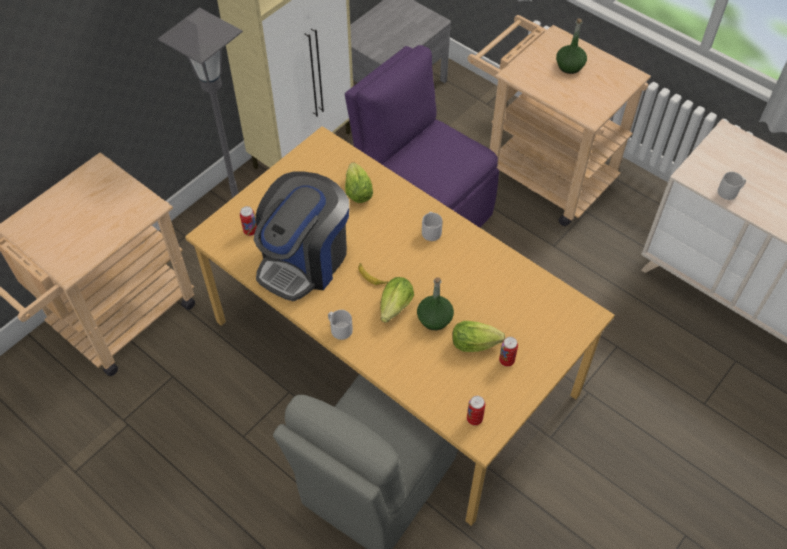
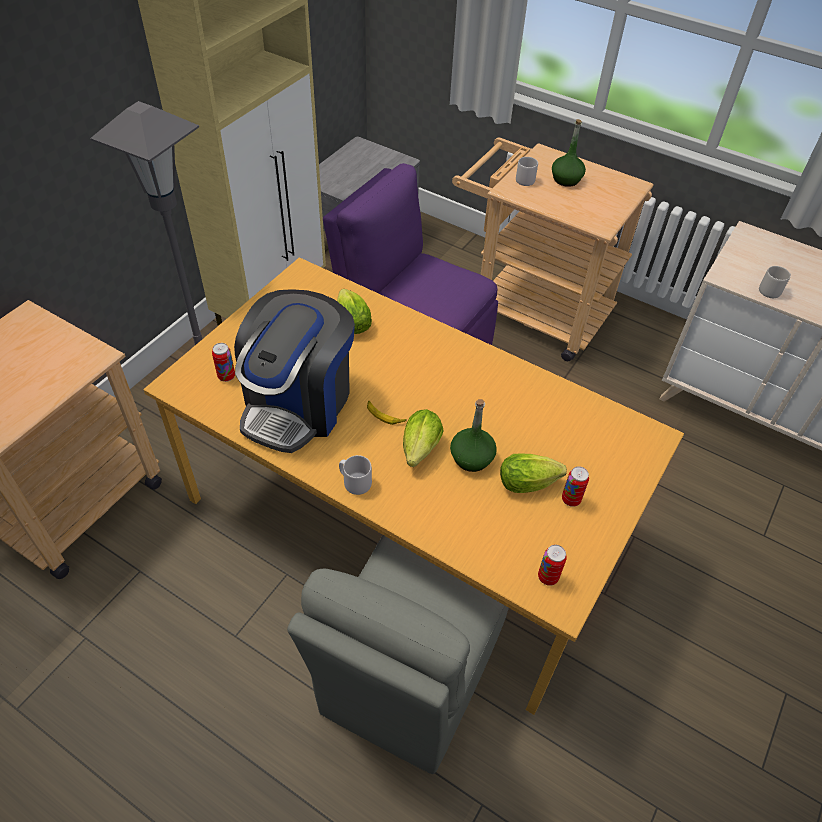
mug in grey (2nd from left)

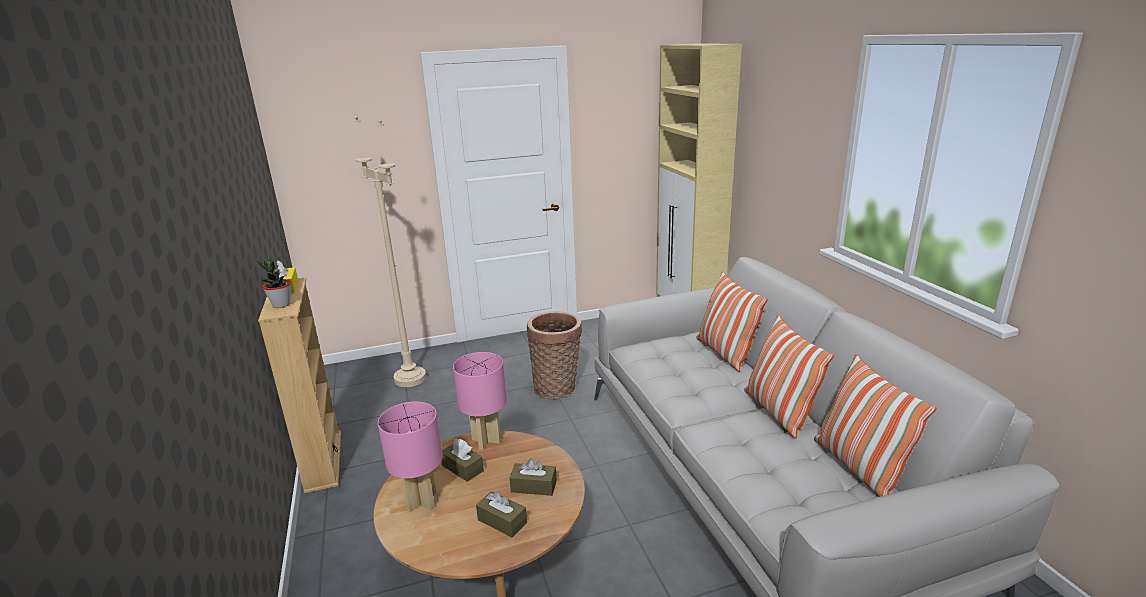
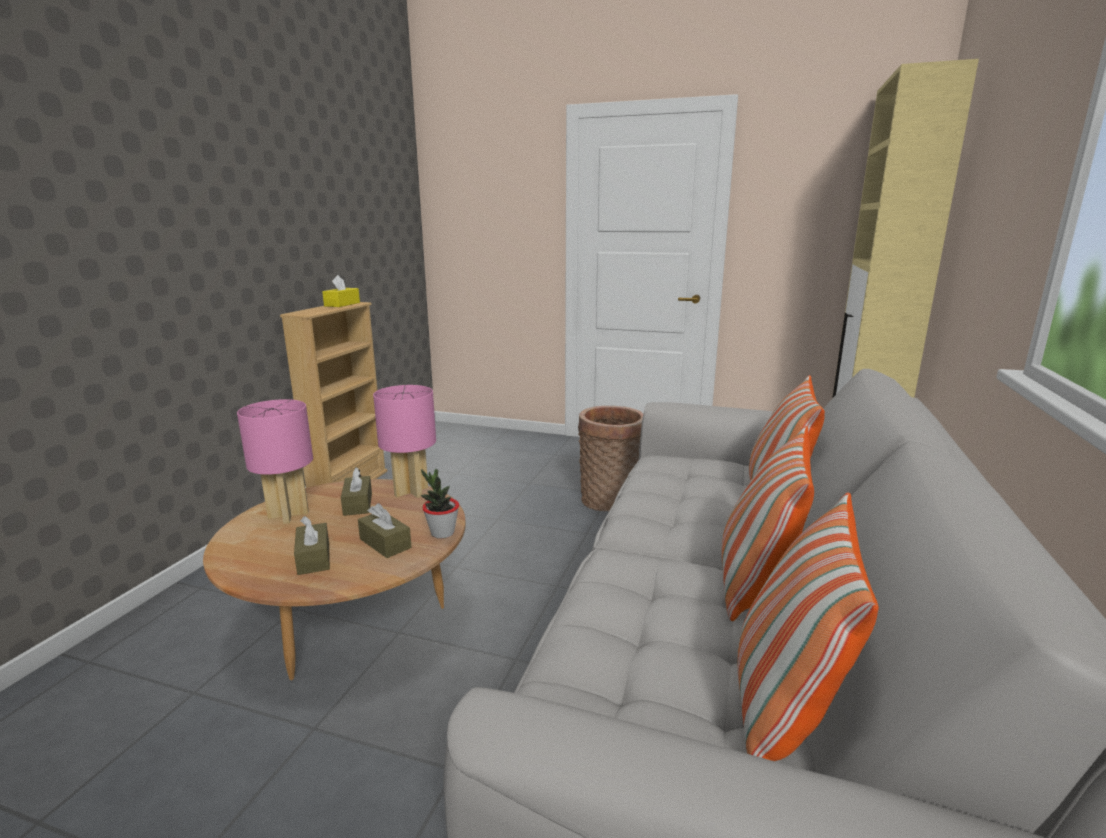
potted plant; floor lamp in beige

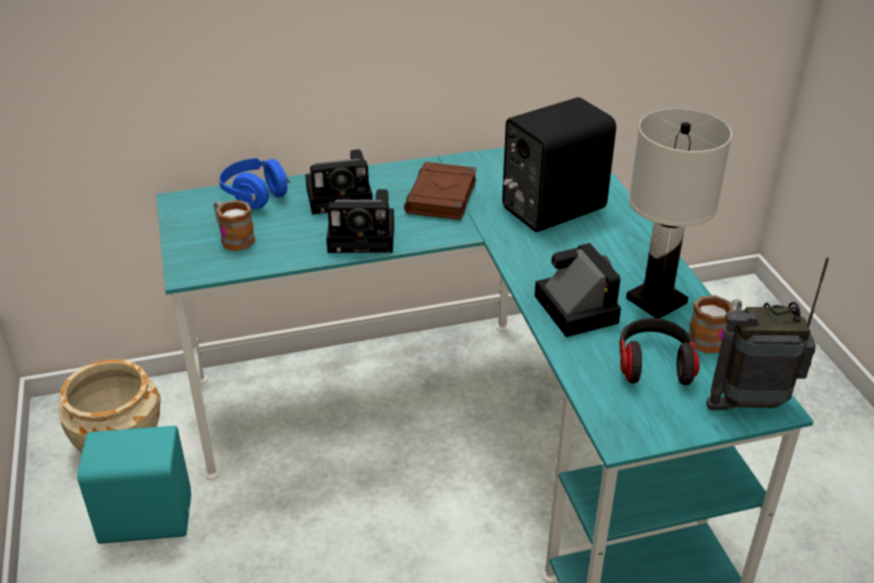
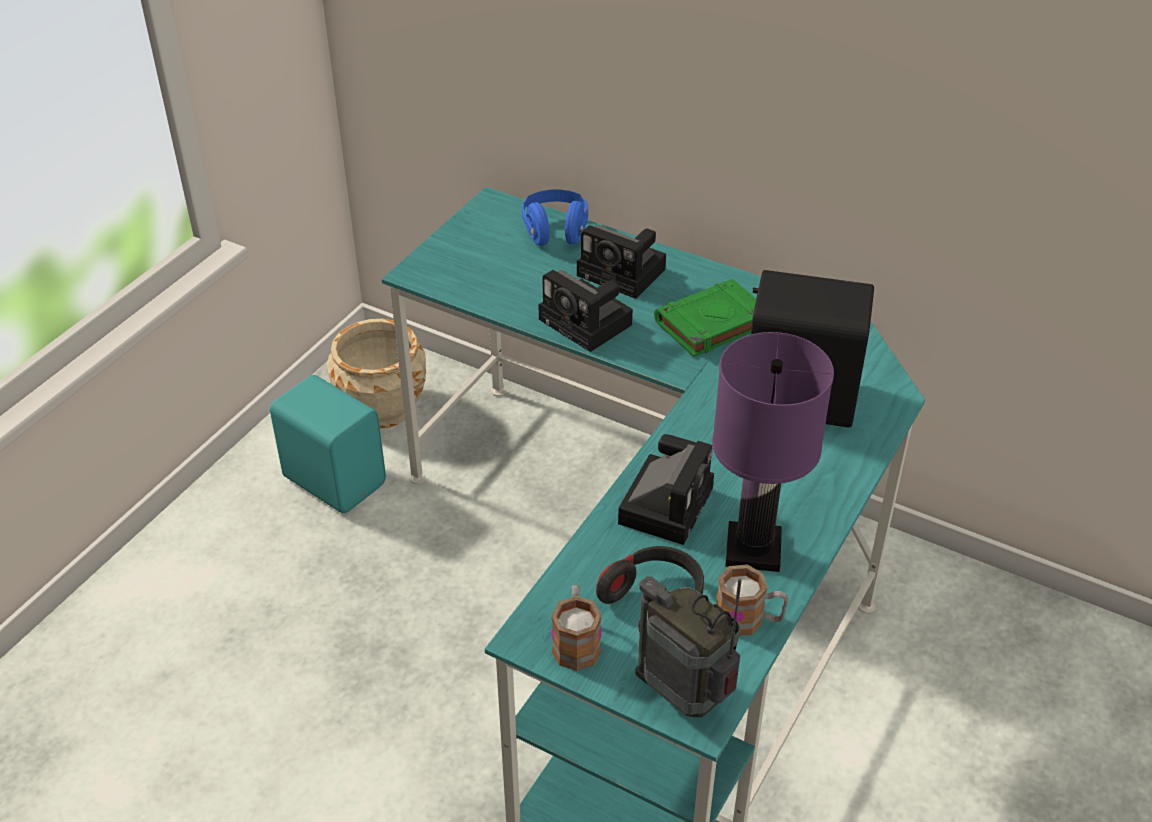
mug (1st from left); book in green; table lamp in purple

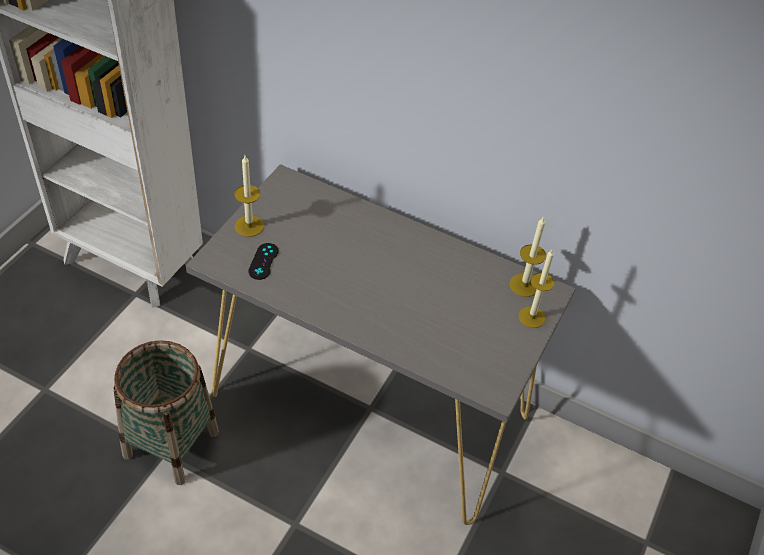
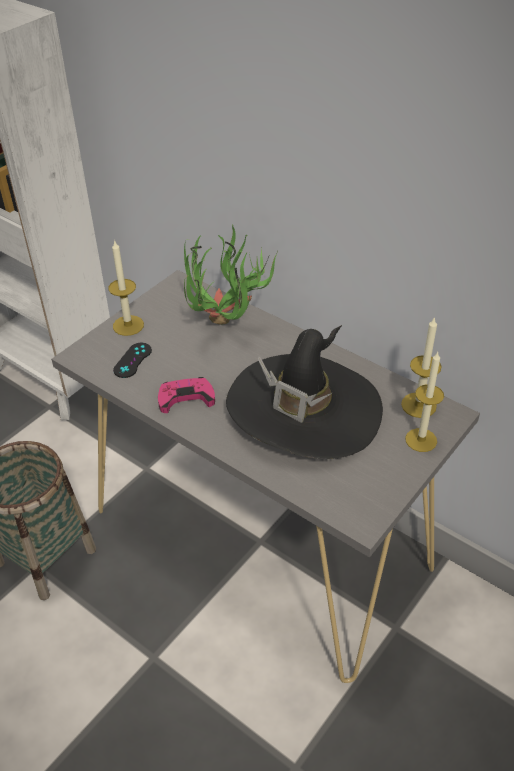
game controller in pink; potted plant; hat in black

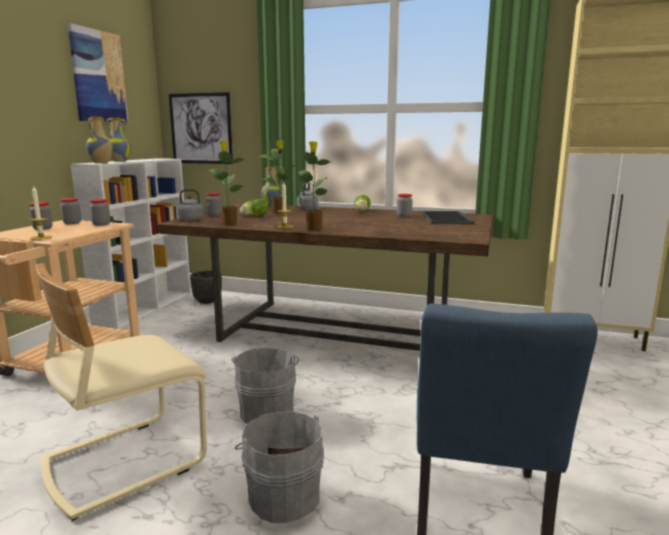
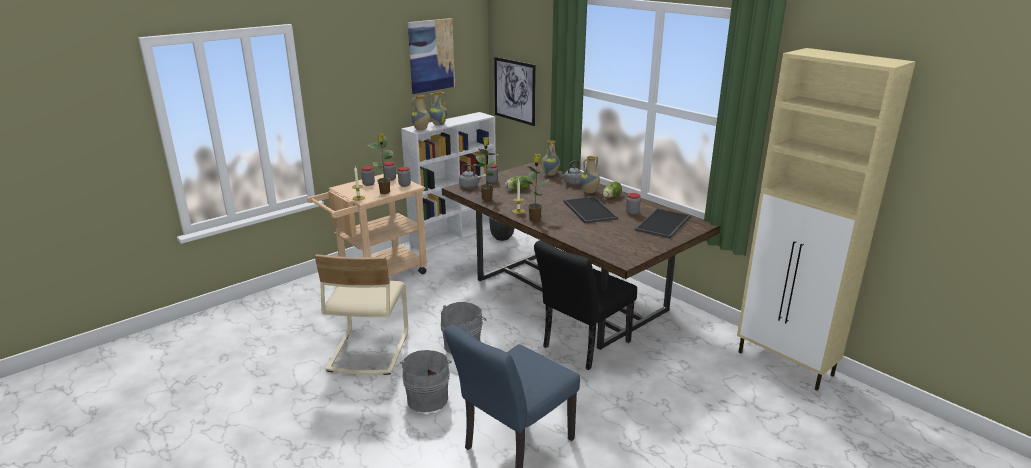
chair in beige; potted plant (1st from left); chair in black; tray (1st from left); vase (4th from left)

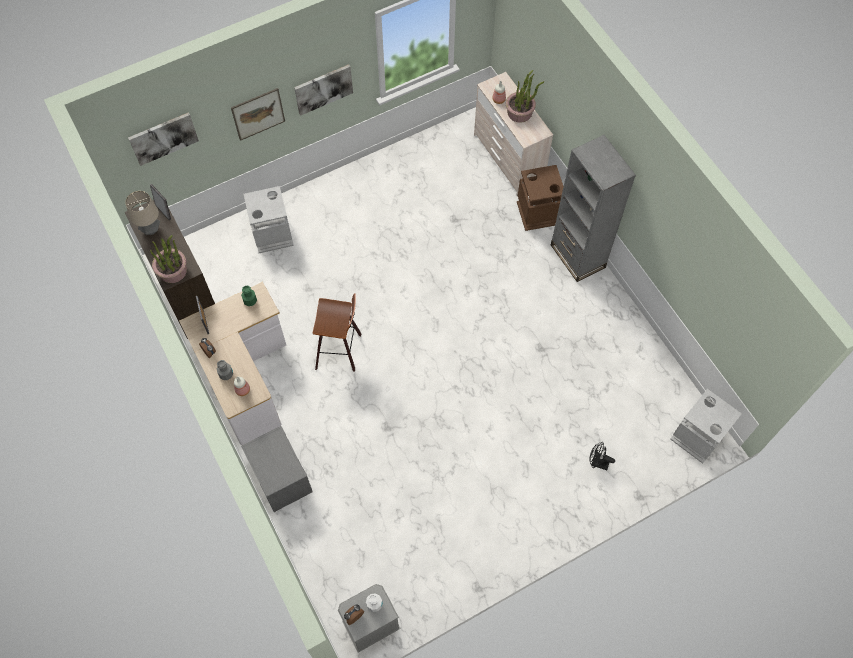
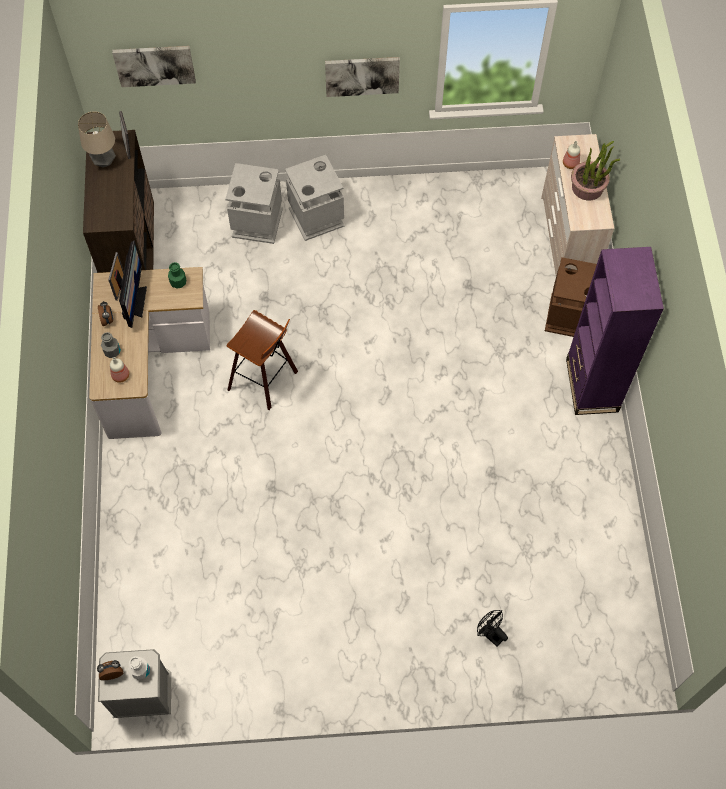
monitor; trash can in grey (2nd from left); bookcase in purple; potted plant (1st from left in the first image); picture (2nd from left in the first image); nightstand in grey (1st from left in the first image)

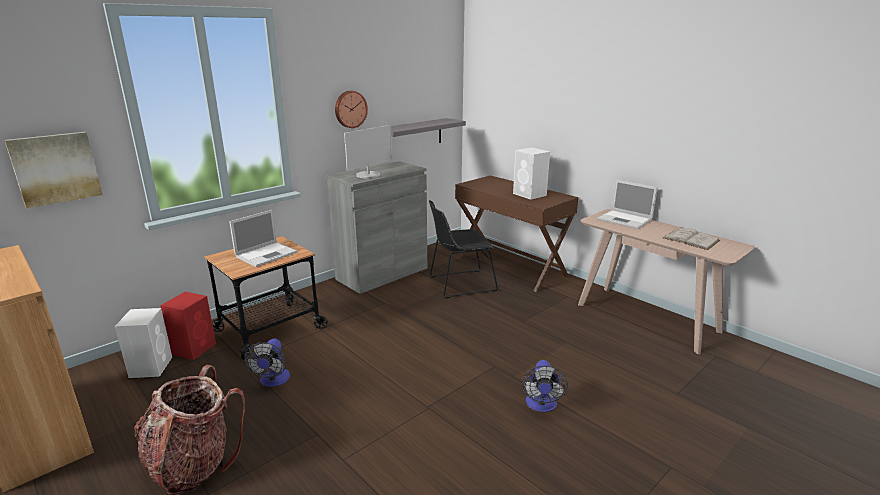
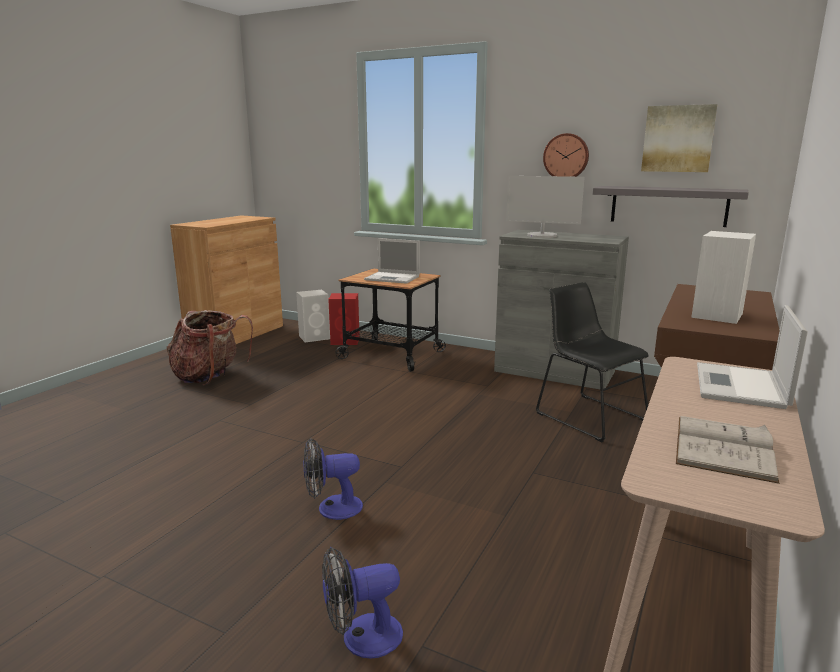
fan (2nd from left); picture

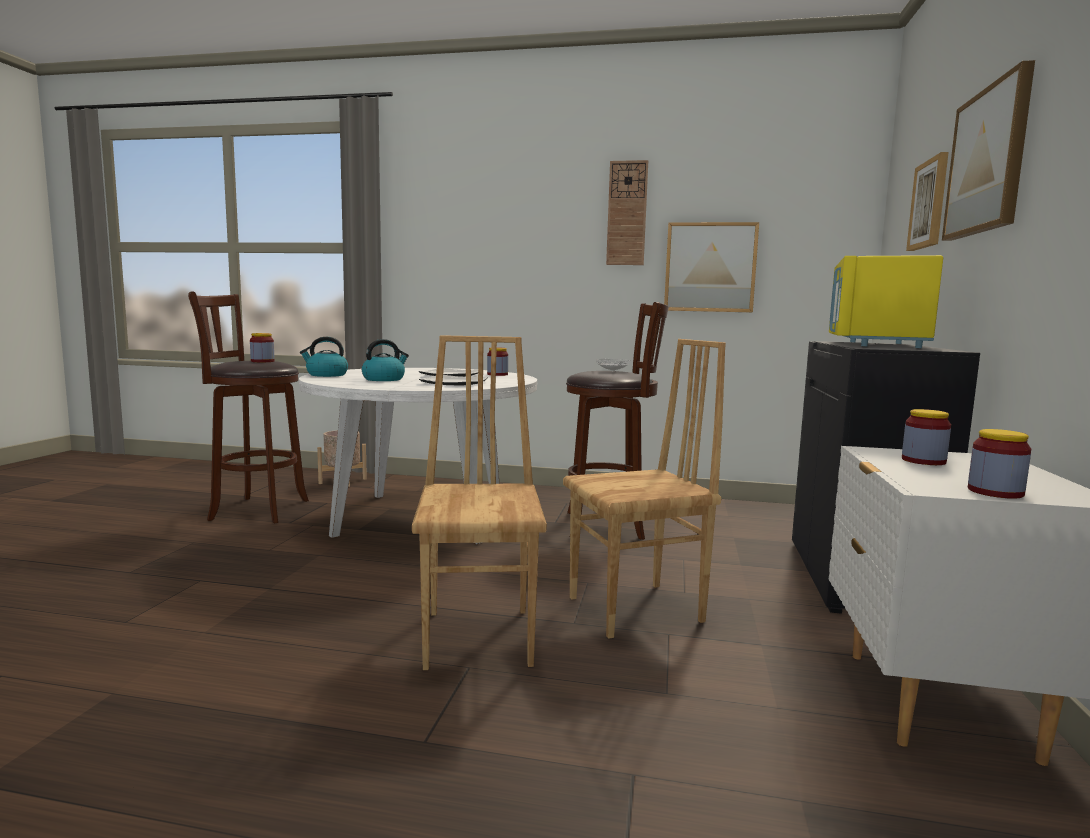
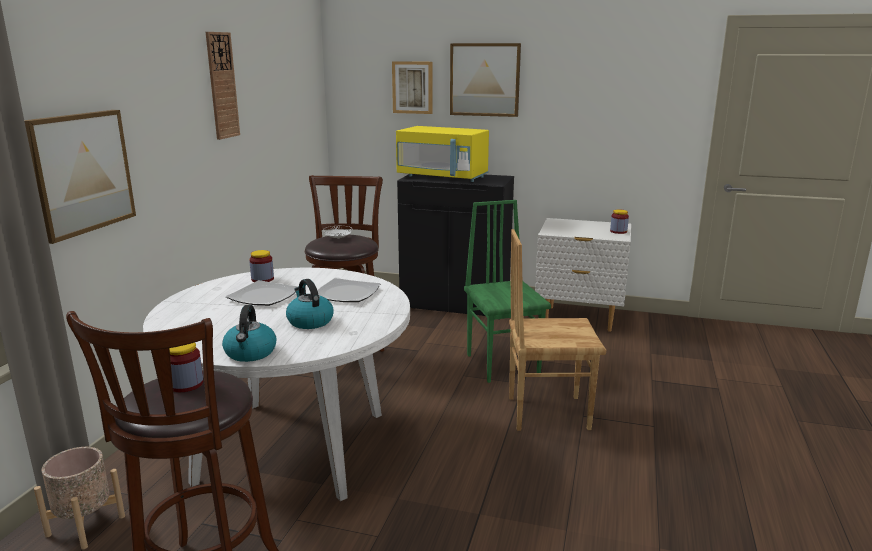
picture (1st from left); chair in green; jar (3rd from left in the first image)

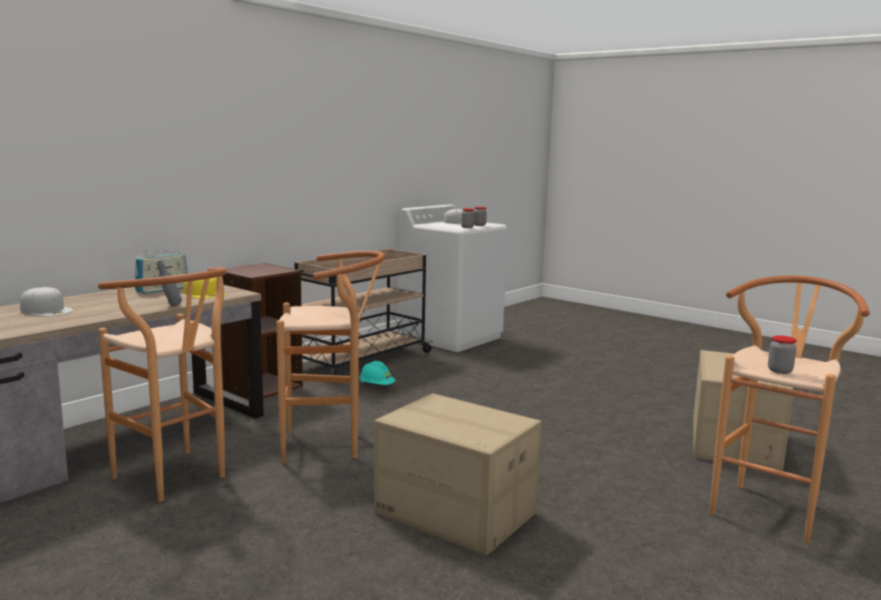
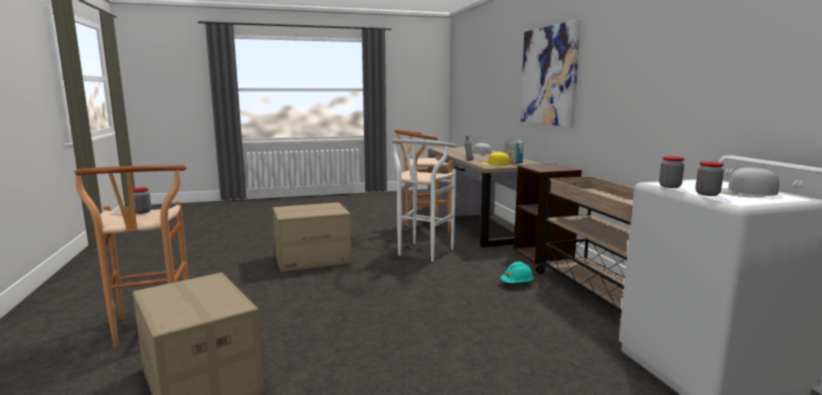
stool in white; picture

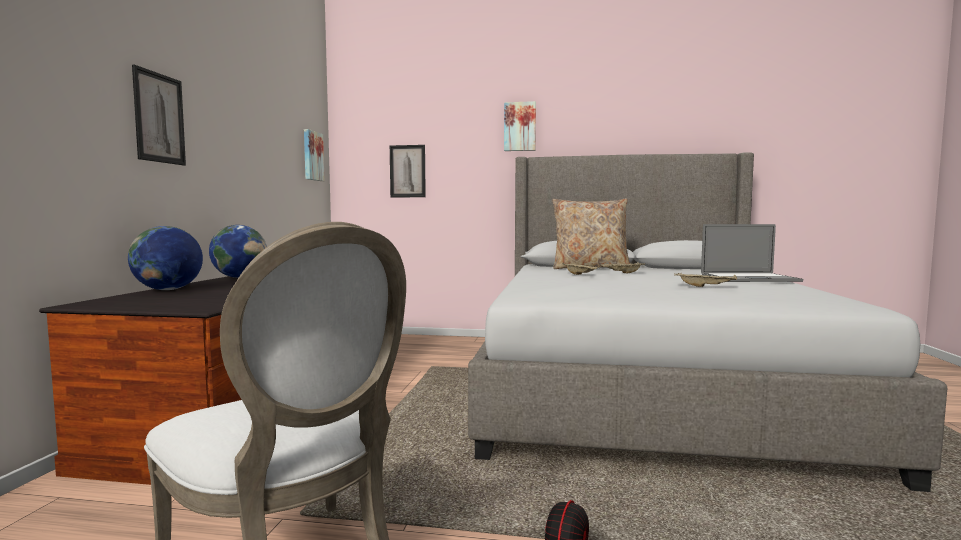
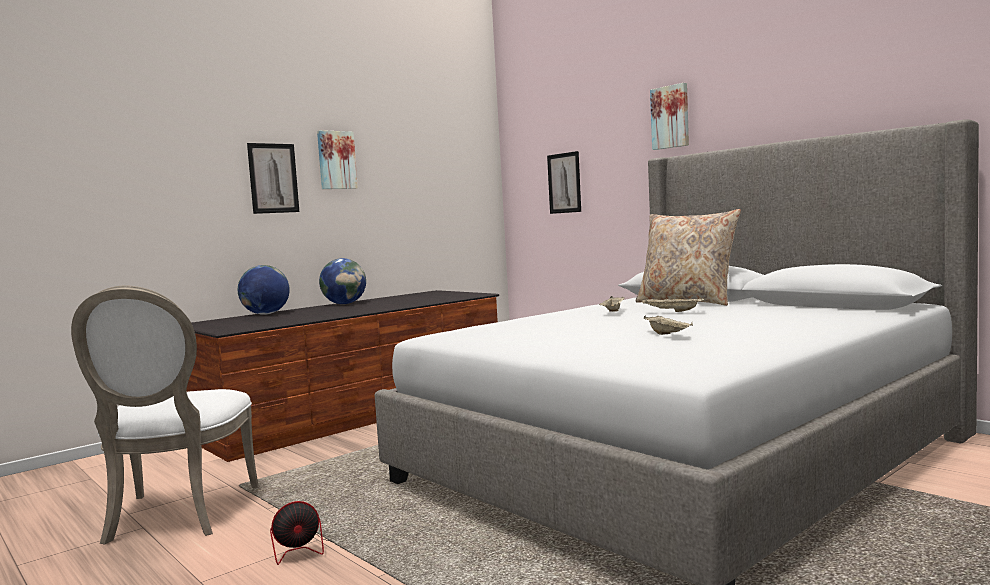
picture (2nd from left); laptop

